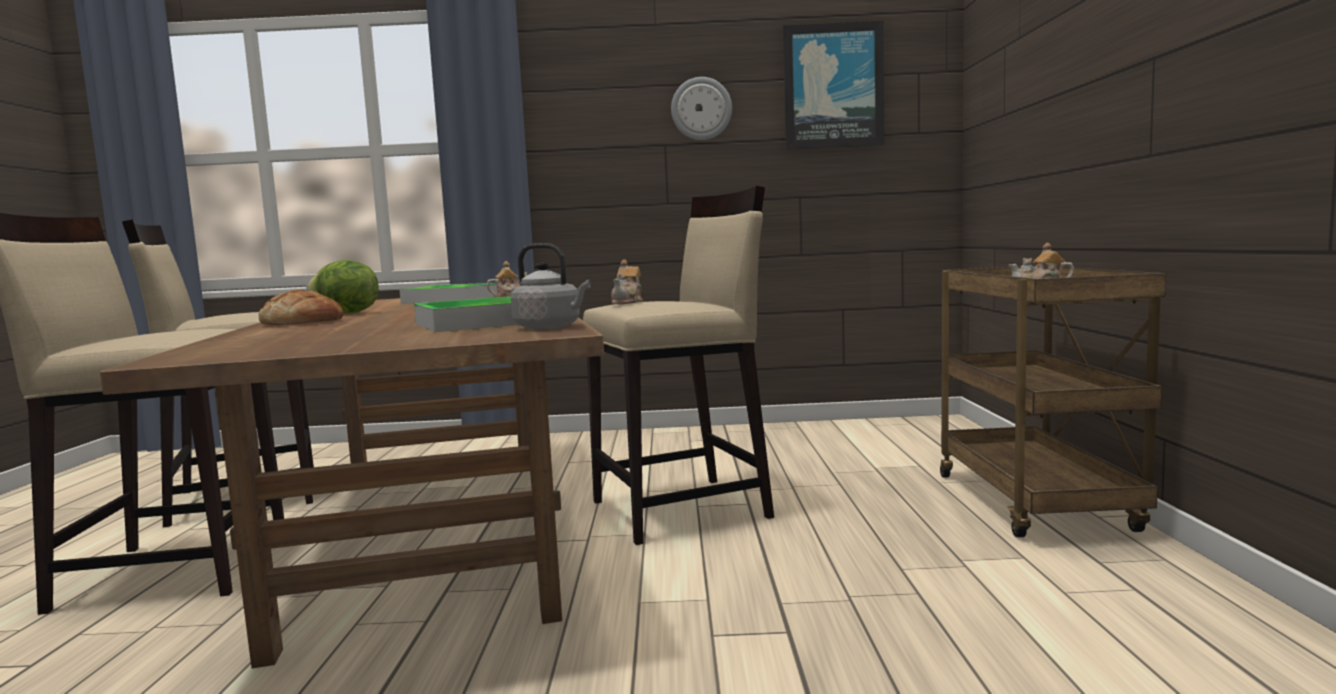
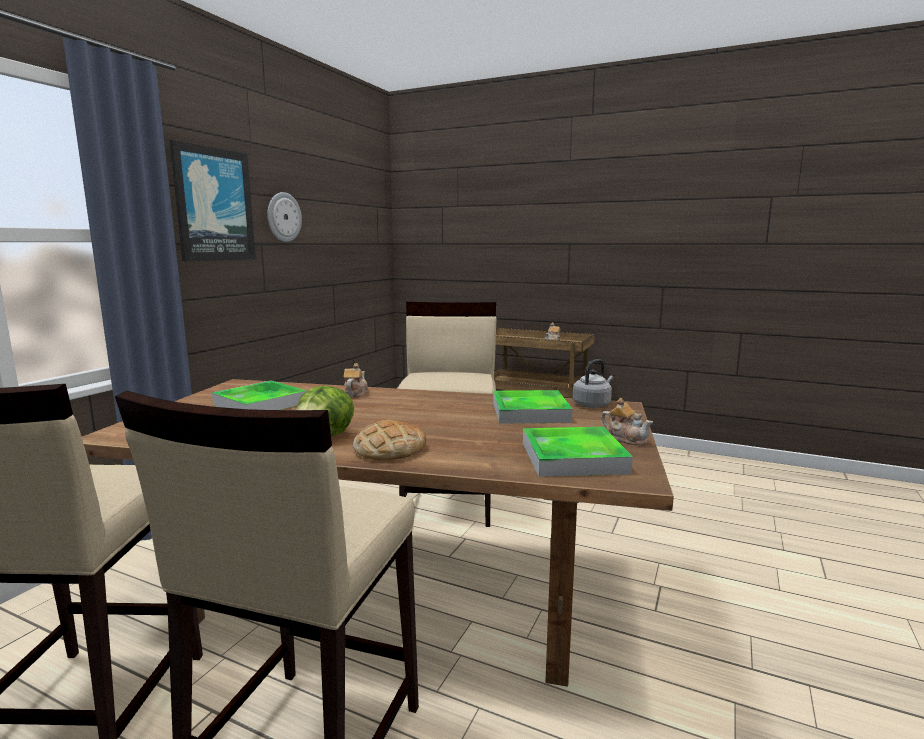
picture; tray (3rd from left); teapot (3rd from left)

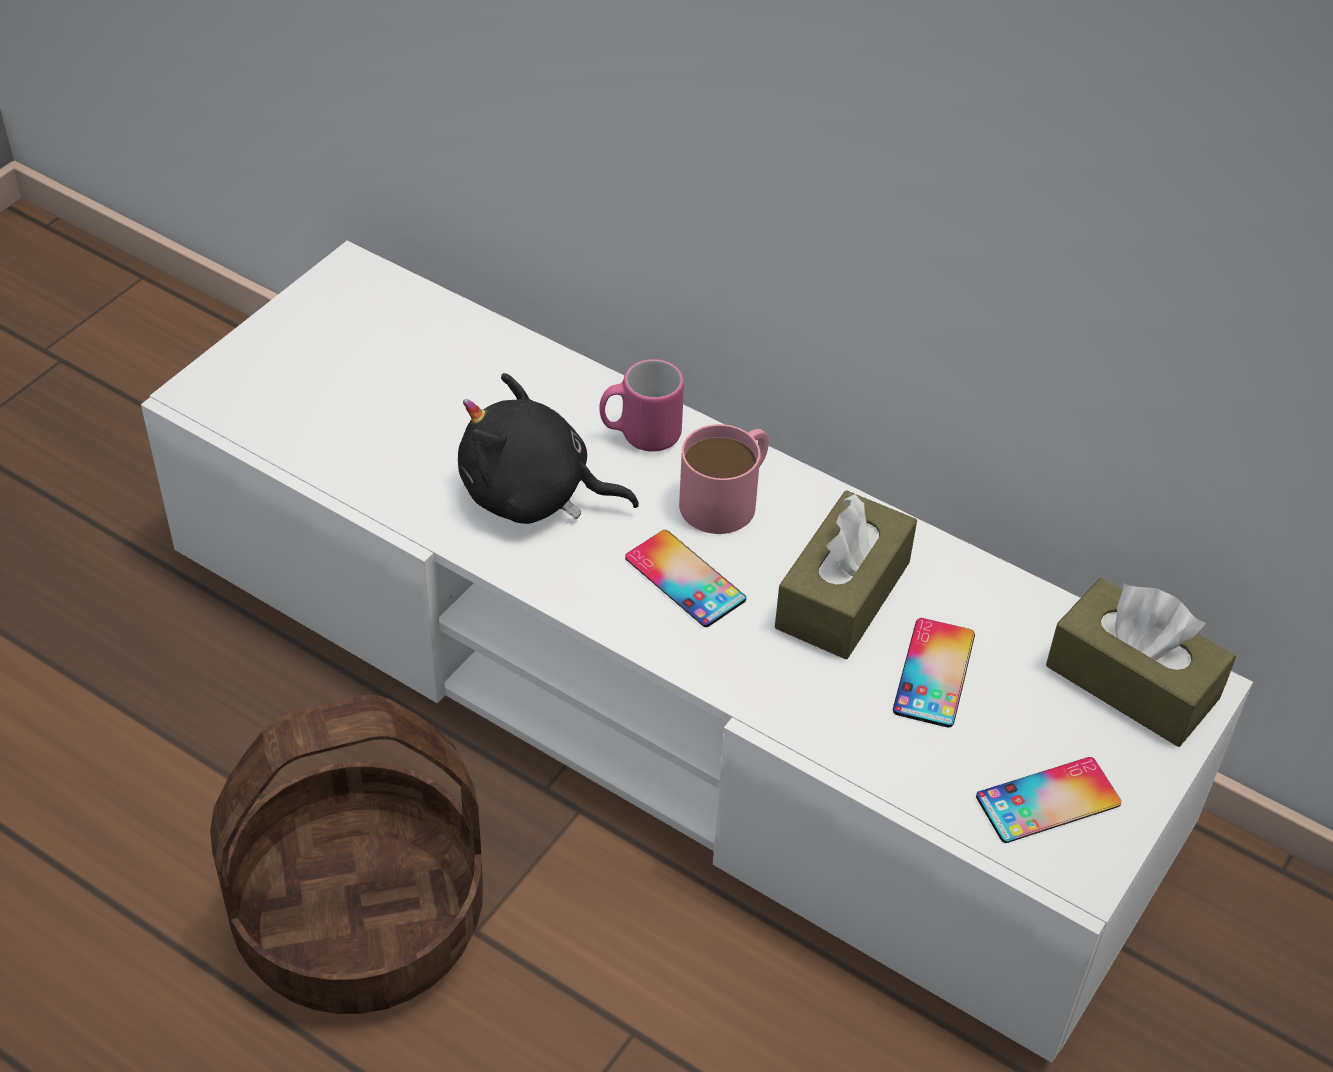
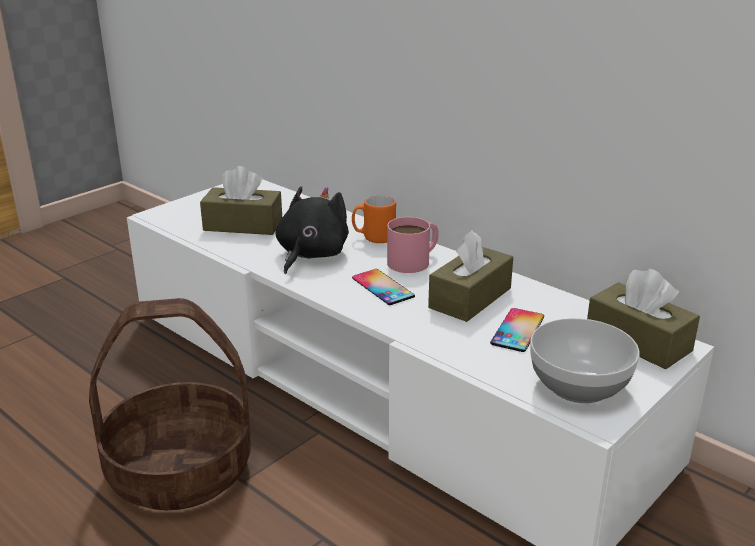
tissue box in brown (1st from left); plush toy in black; mug in orange; bowl

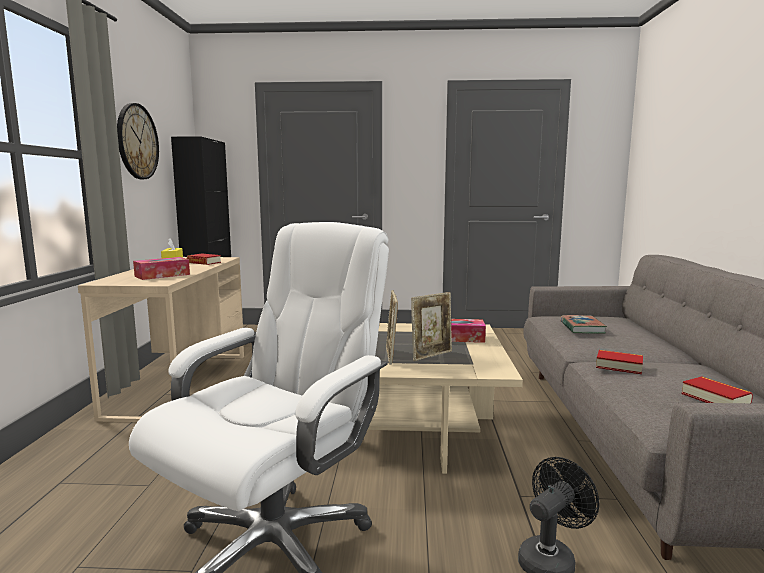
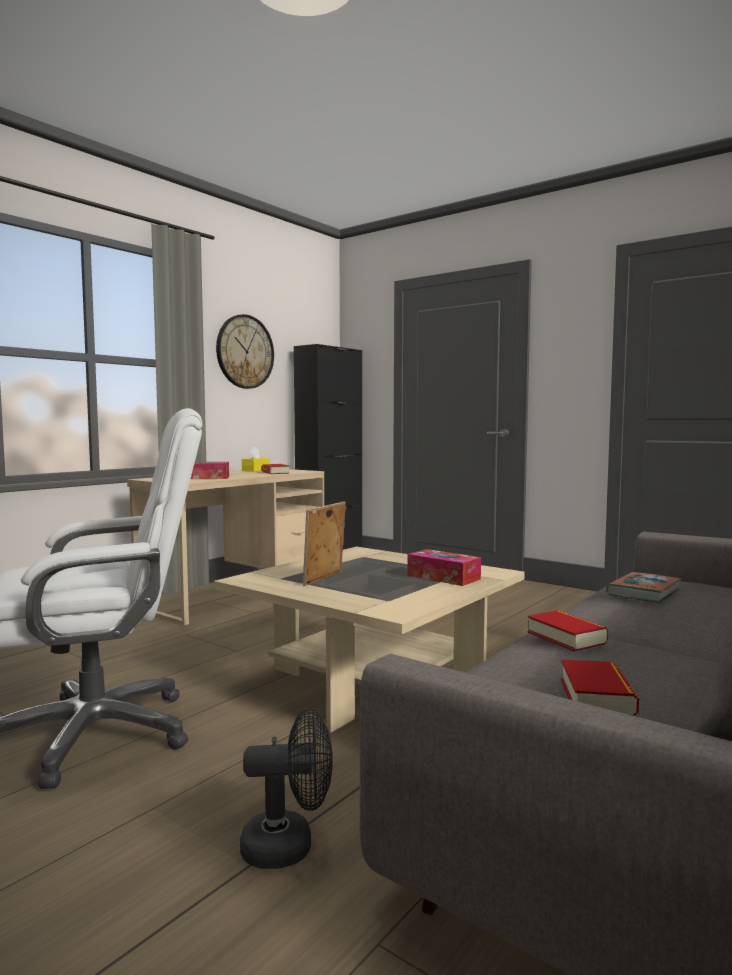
picture frame (2nd from left in the first image)

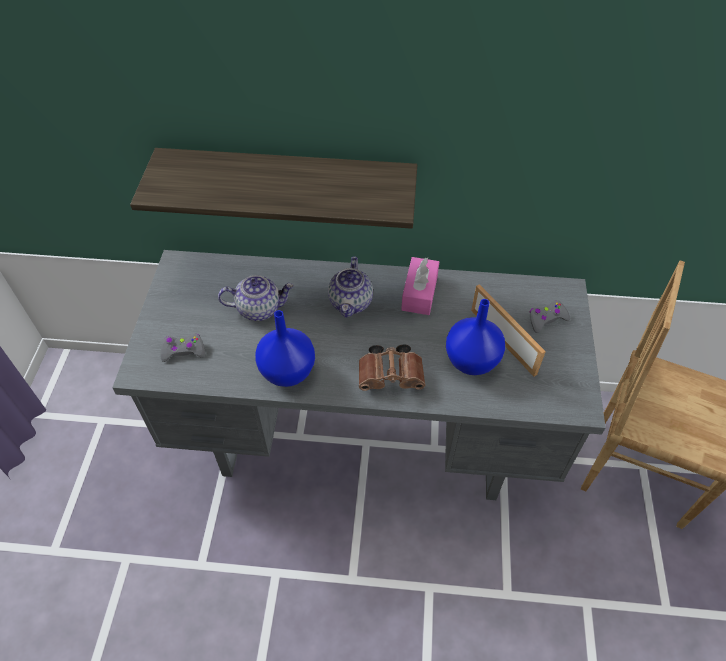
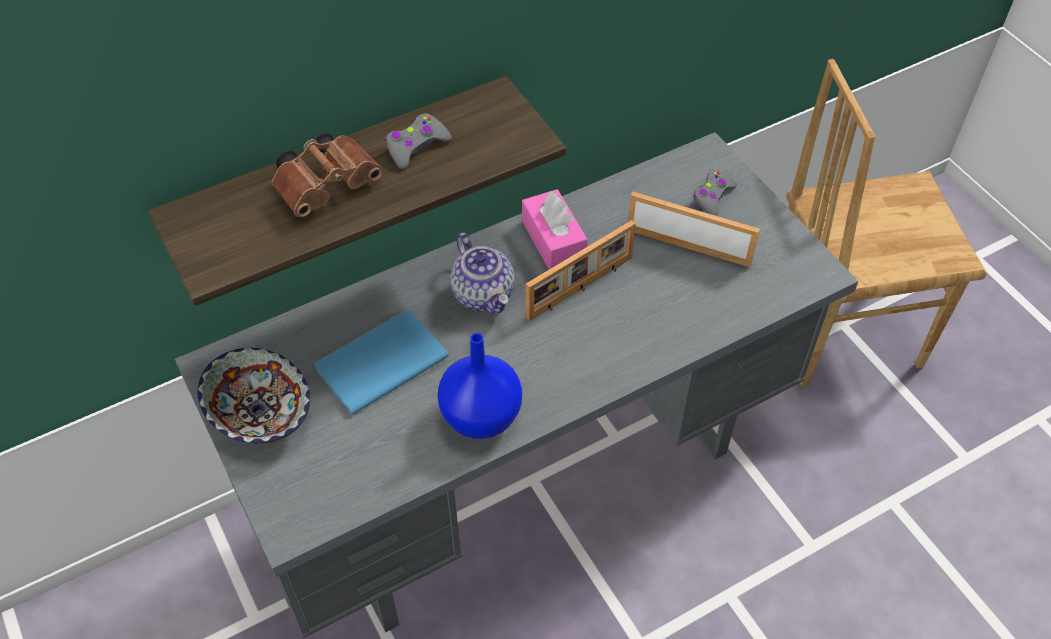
bowl; binoculars in brown; book in blue; game controller in grey (1st from left); picture frame (1st from left); vase in blue (2nd from left in the first image)

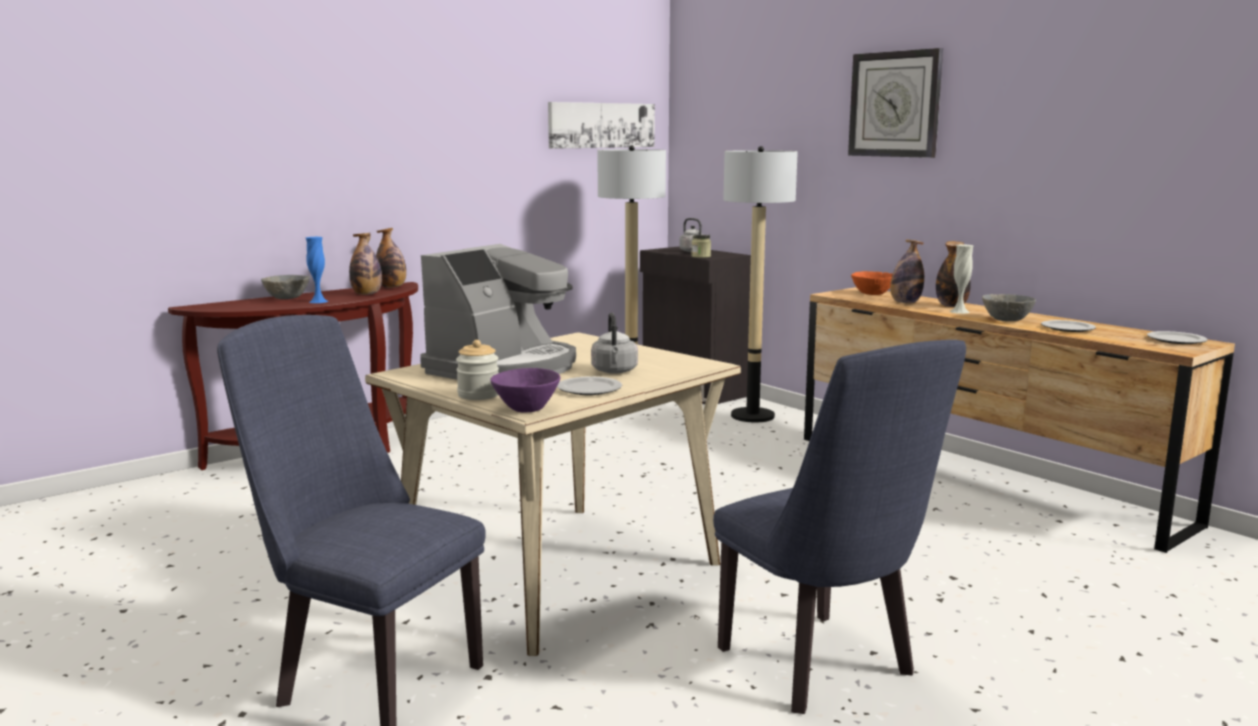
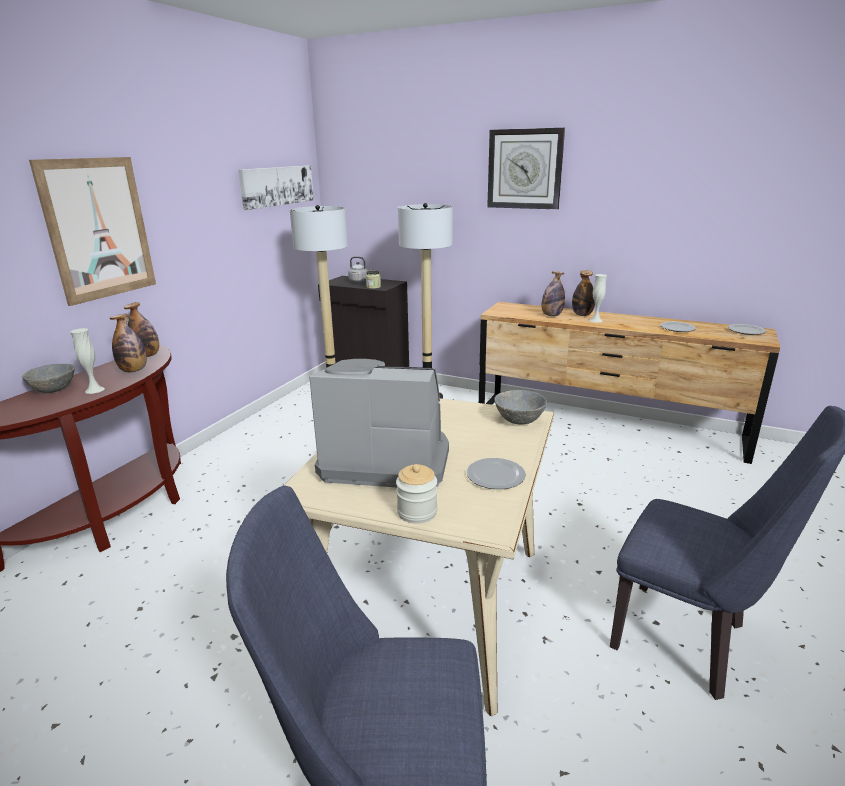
picture (1st from left); vase in white (1st from left); coffee machine; bowl in grey (2nd from left); bowl in purple; kettle in grey (1st from left in the first image); bowl in orange

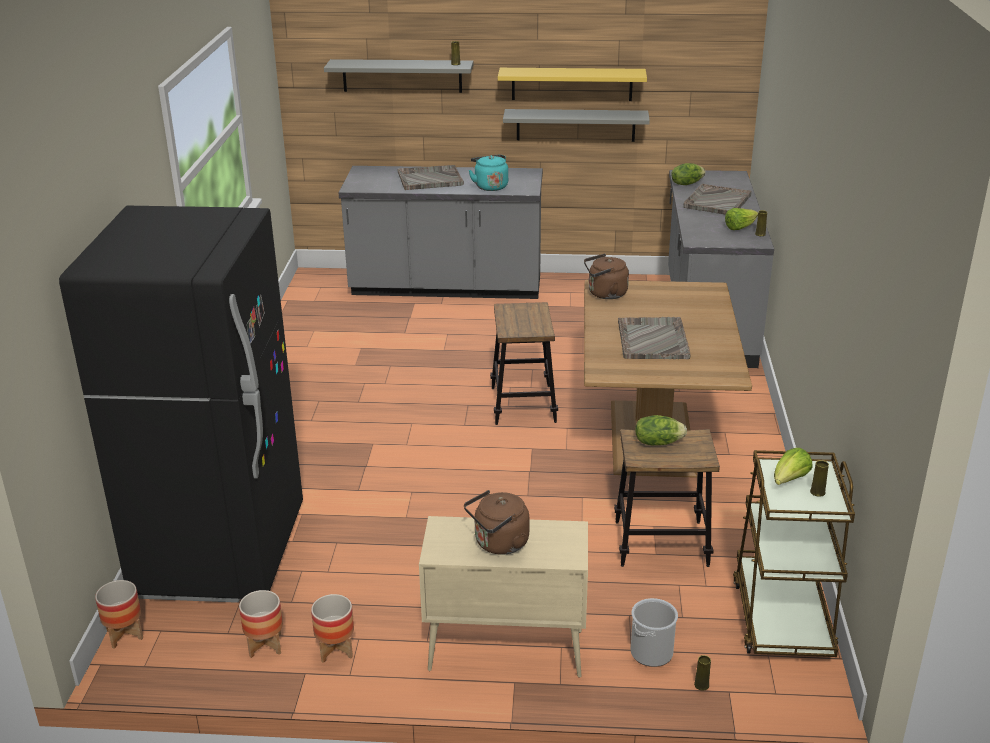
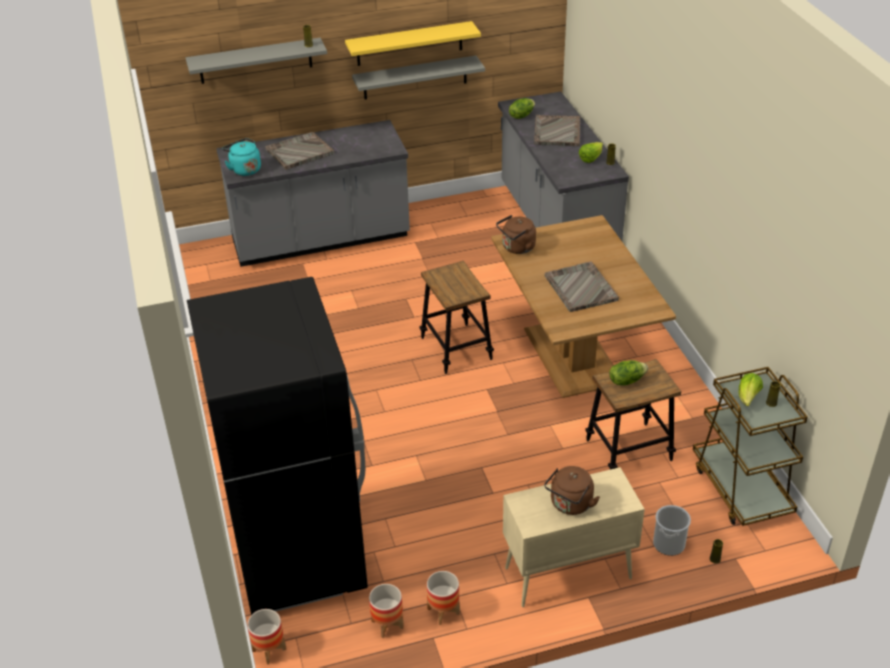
kettle in turquoise

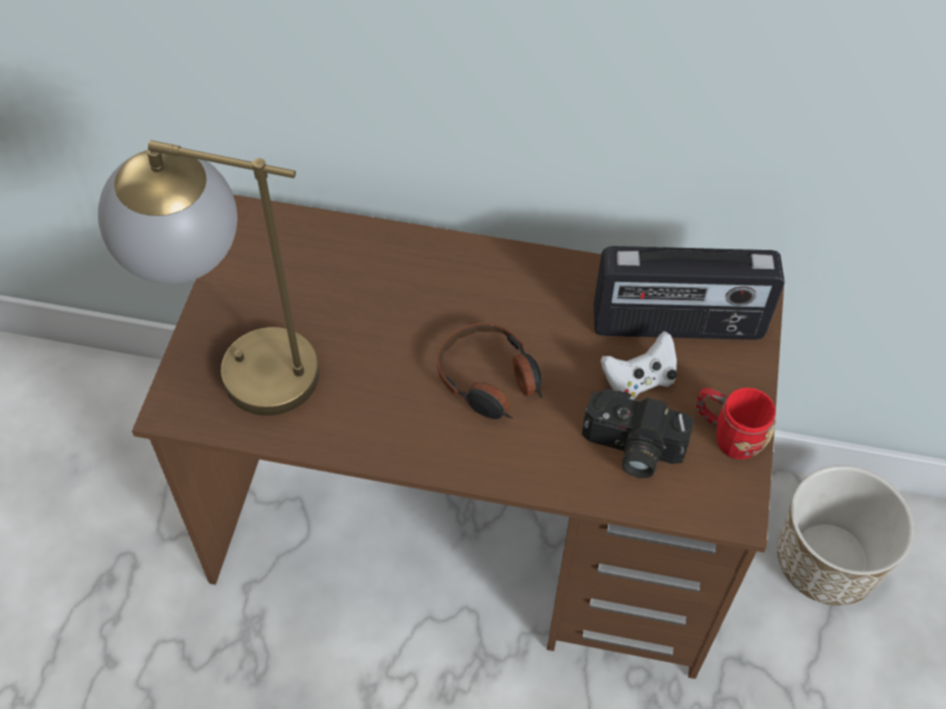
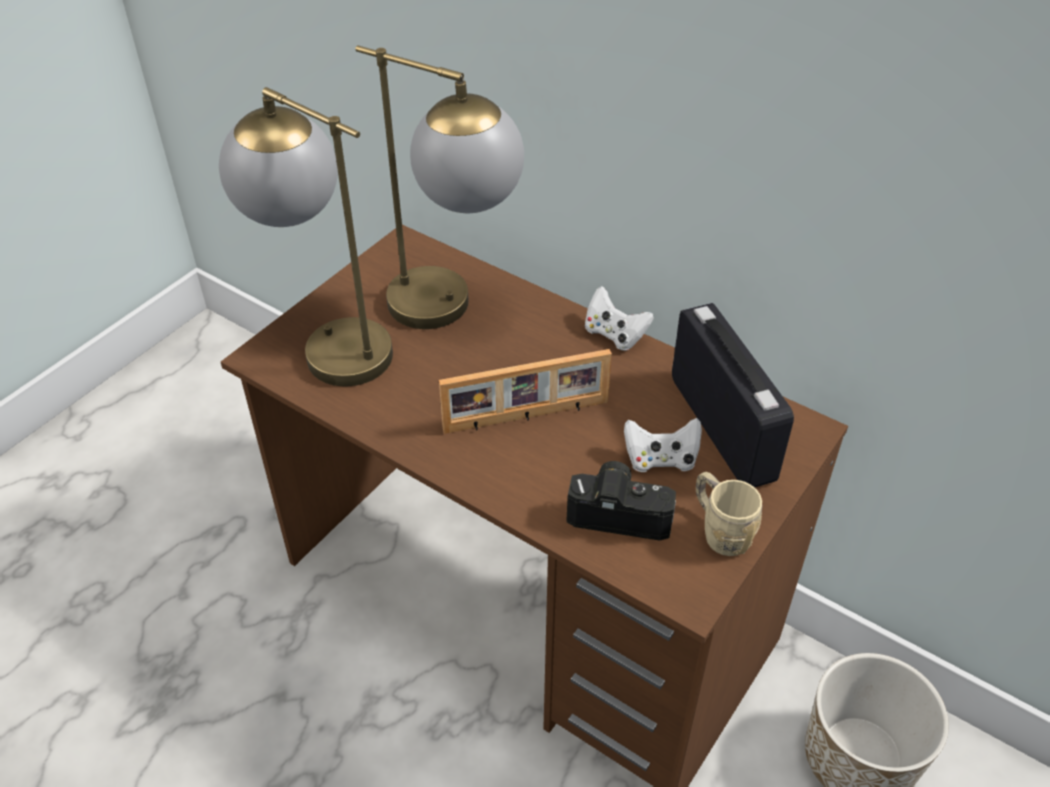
table lamp (2nd from left); picture frame; photo camera; game controller in white (1st from left); radio; mug in beige

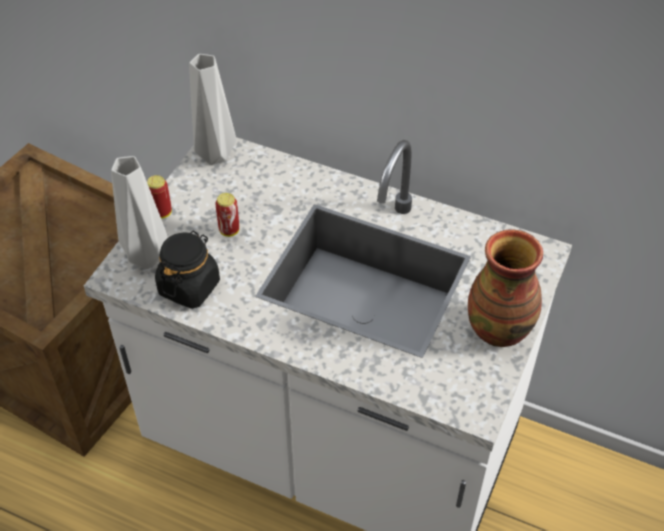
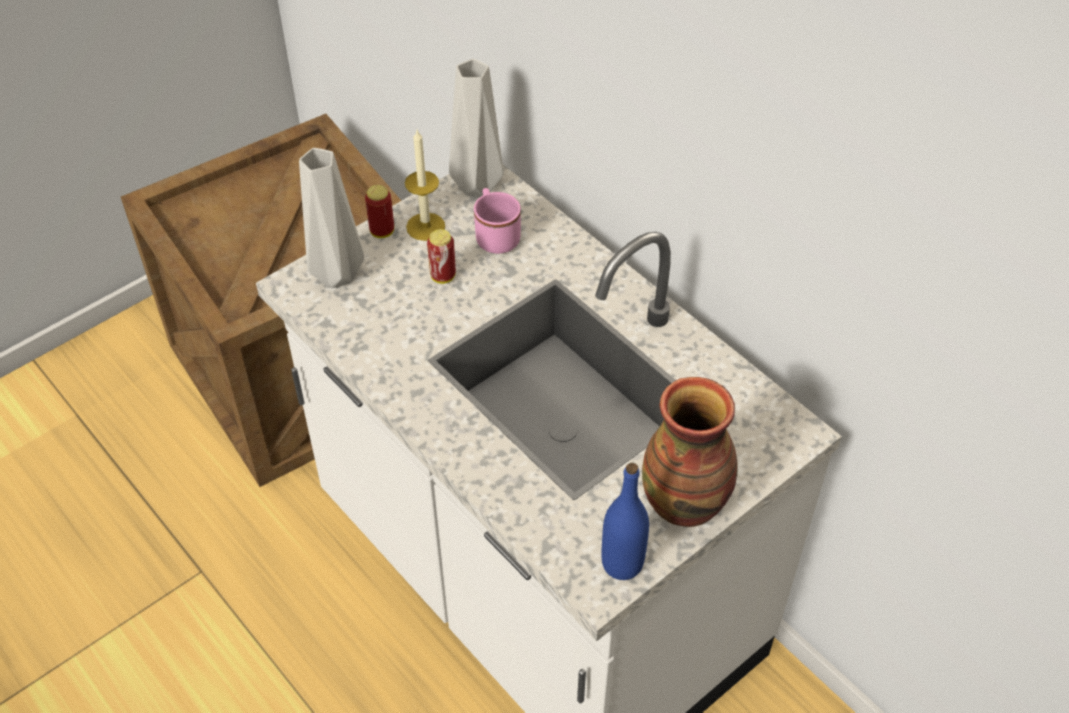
candle; mug in pink; bottle in blue; jar in black

